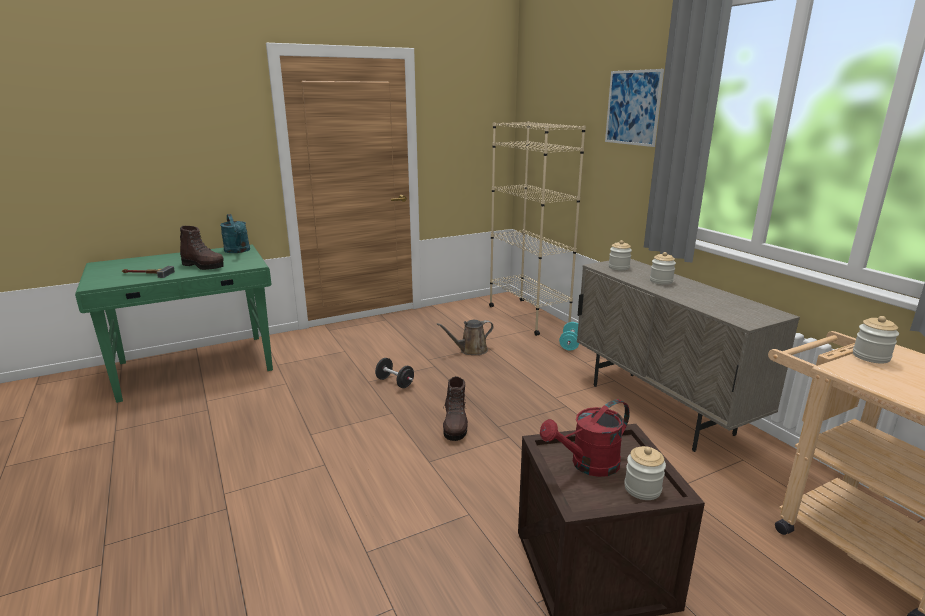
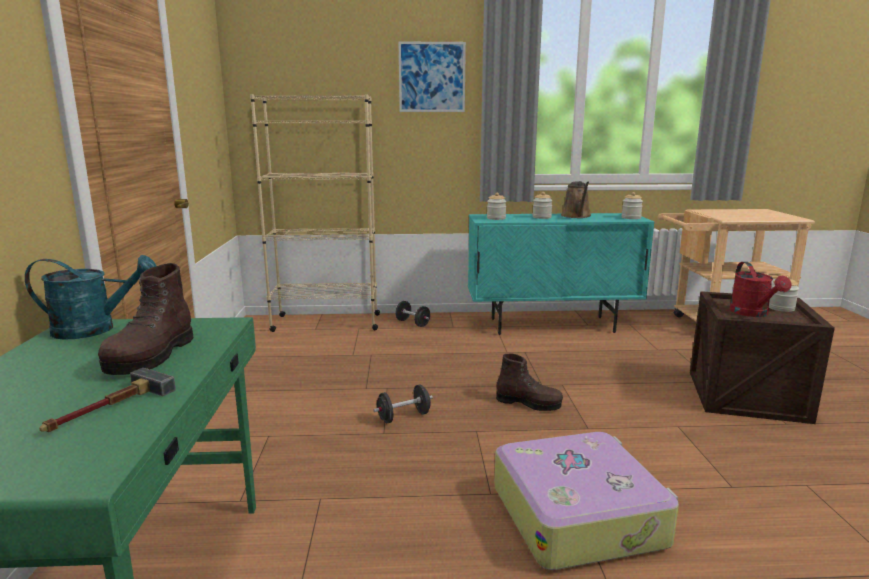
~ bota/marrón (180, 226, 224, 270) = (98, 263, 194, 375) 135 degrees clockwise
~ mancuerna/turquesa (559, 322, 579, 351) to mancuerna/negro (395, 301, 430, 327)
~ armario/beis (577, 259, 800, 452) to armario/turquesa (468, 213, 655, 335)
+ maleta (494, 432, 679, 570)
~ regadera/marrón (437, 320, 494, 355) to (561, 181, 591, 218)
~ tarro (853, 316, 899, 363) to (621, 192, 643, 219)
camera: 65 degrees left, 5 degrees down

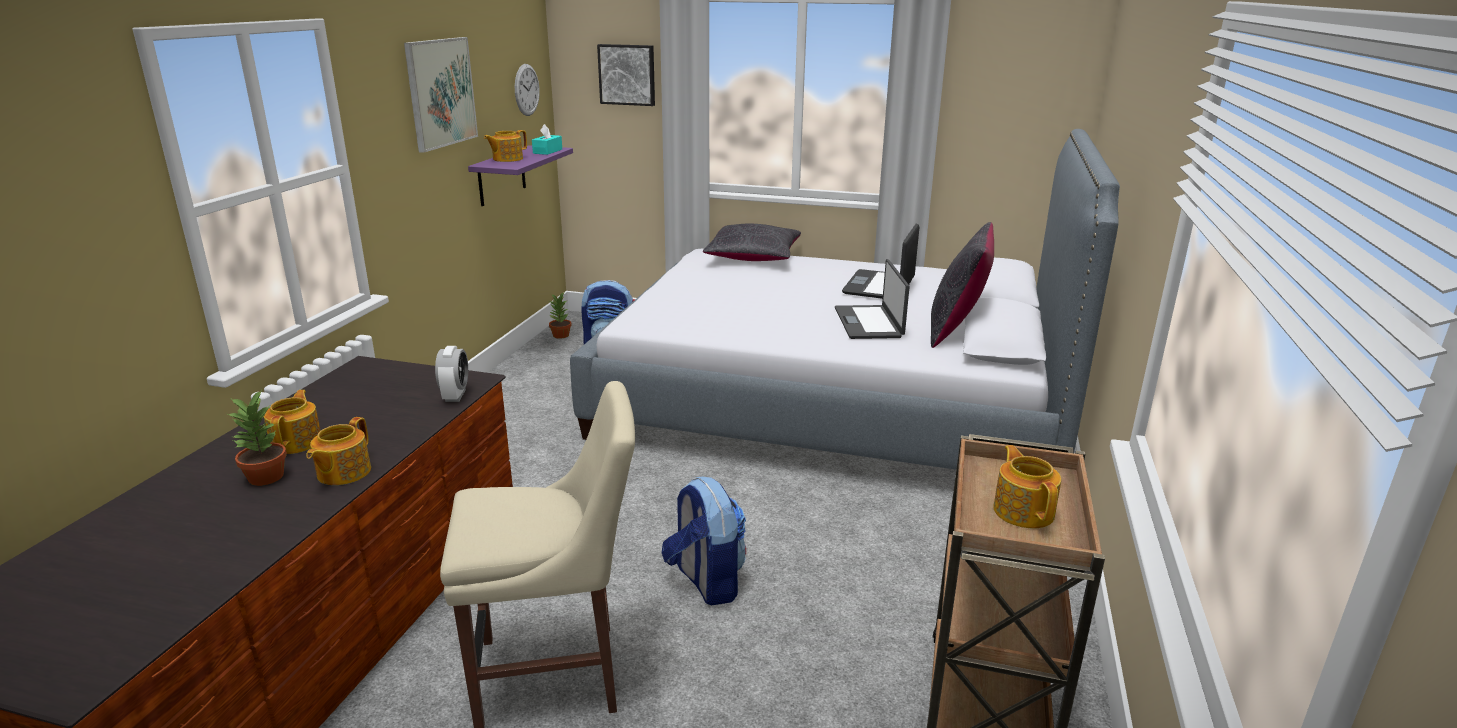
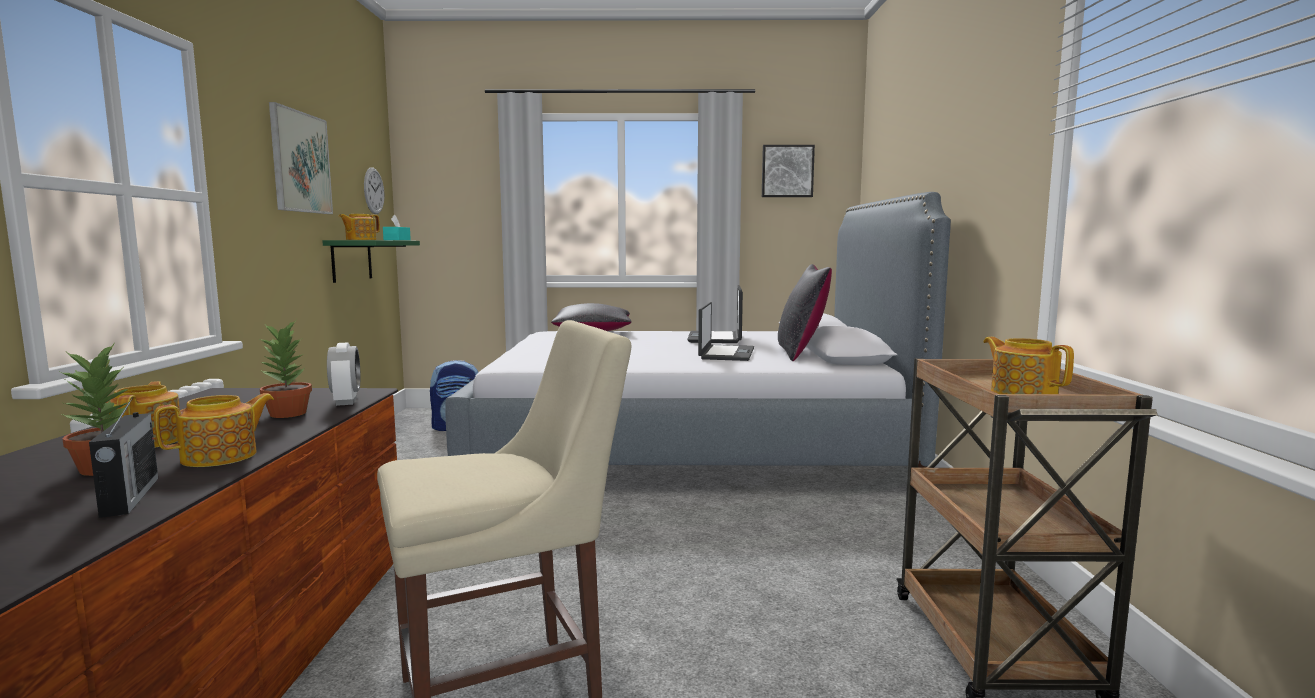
+ radio (89, 397, 158, 518)
~ tetera (306, 417, 371, 485) = (154, 393, 274, 467) 135 degrees counterclockwise
~ planta en maceta (549, 293, 572, 339) to (258, 320, 312, 418)
~ estante/morado (468, 145, 573, 206) to estante/verde (323, 240, 420, 283)
~ portátil (835, 259, 910, 339) = (698, 302, 754, 361) 150 degrees counterclockwise
~ cuadro (597, 44, 655, 106) to (762, 145, 815, 197)
- mochila (662, 477, 746, 605)
camera: 15 degrees left, 15 degrees down

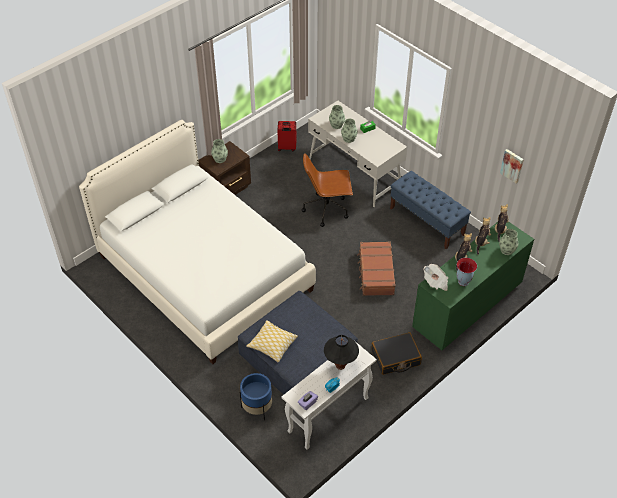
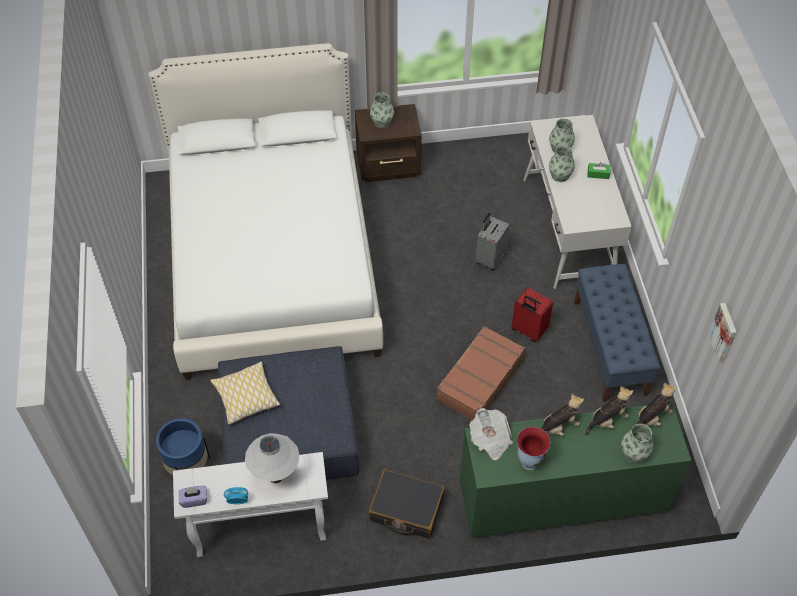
~ lámpara de mesa/negro (324, 335, 359, 370) to lámpara de mesa/blanco (245, 433, 299, 483)
~ silla de oficina/marrón (302, 153, 353, 227) to maleta/gris (476, 213, 510, 270)
~ maleta/rojo (277, 121, 297, 152) to (511, 287, 553, 342)
camera: 35 degrees right, 5 degrees up

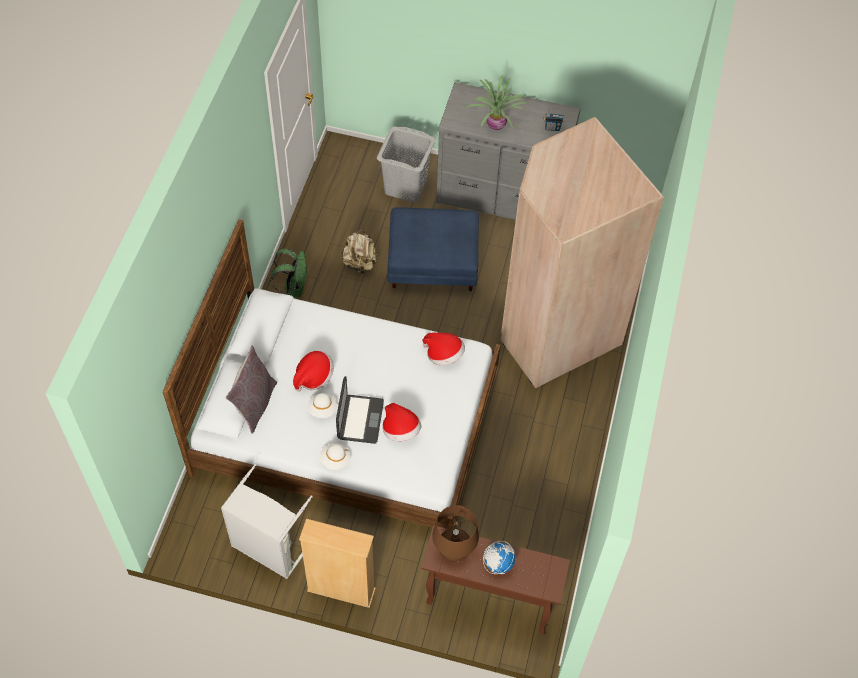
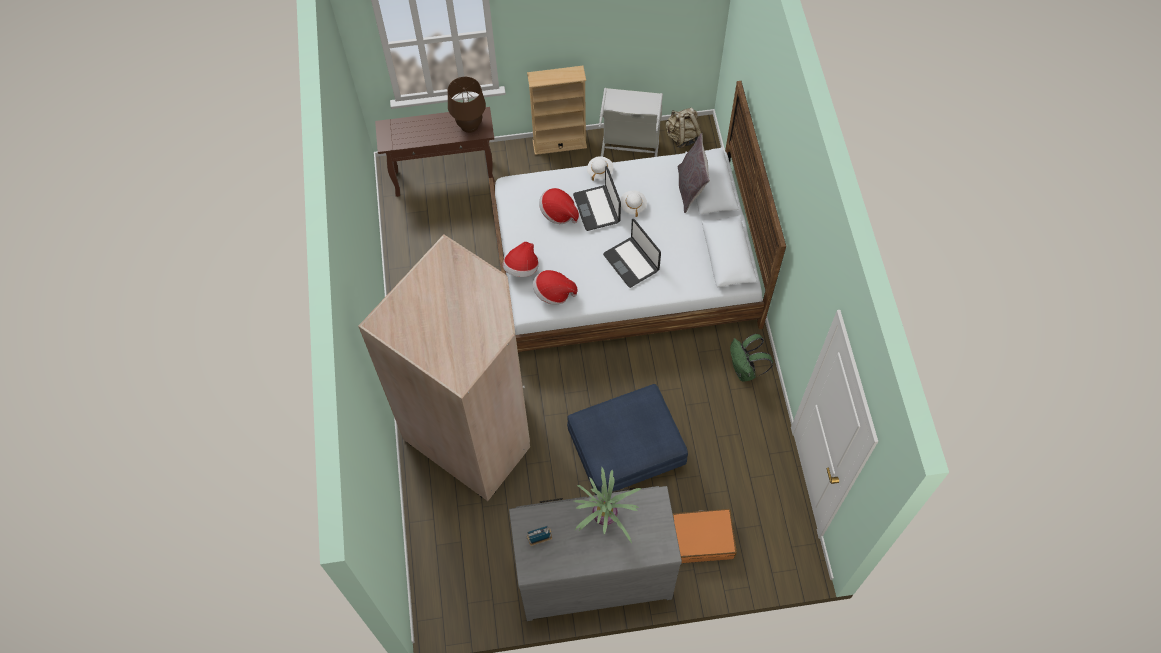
~ sombrero (293, 351, 334, 392) to (503, 242, 539, 277)
+ portátil (603, 219, 661, 288)
~ mochila/beis (342, 230, 378, 274) to (665, 107, 703, 148)
~ cesto de la ropa/gris (377, 127, 435, 202) to maleta/naranja (673, 509, 737, 563)
- globo terráqueo (483, 541, 515, 574)
camera: 160 degrees right, 5 degrees up

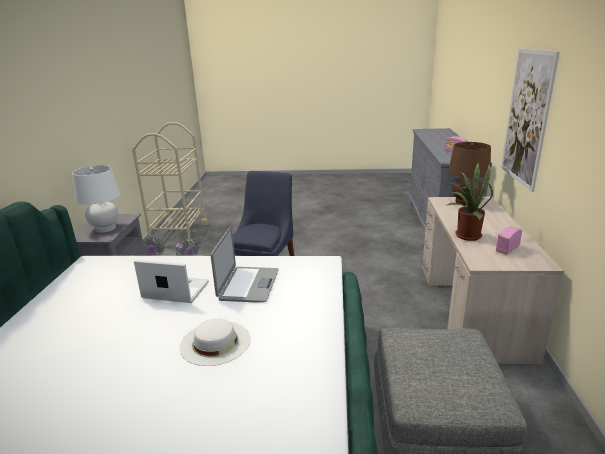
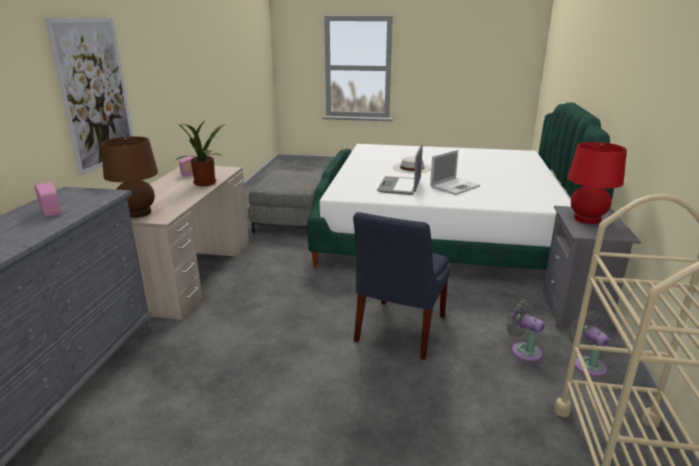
~ portátil (134, 260, 209, 303) = (430, 150, 480, 195) 60 degrees counterclockwise
~ lámpara de mesa/blanco (72, 165, 120, 233) to lámpara de mesa/rojo (568, 142, 627, 224)
camera: 175 degrees left, 0 degrees up

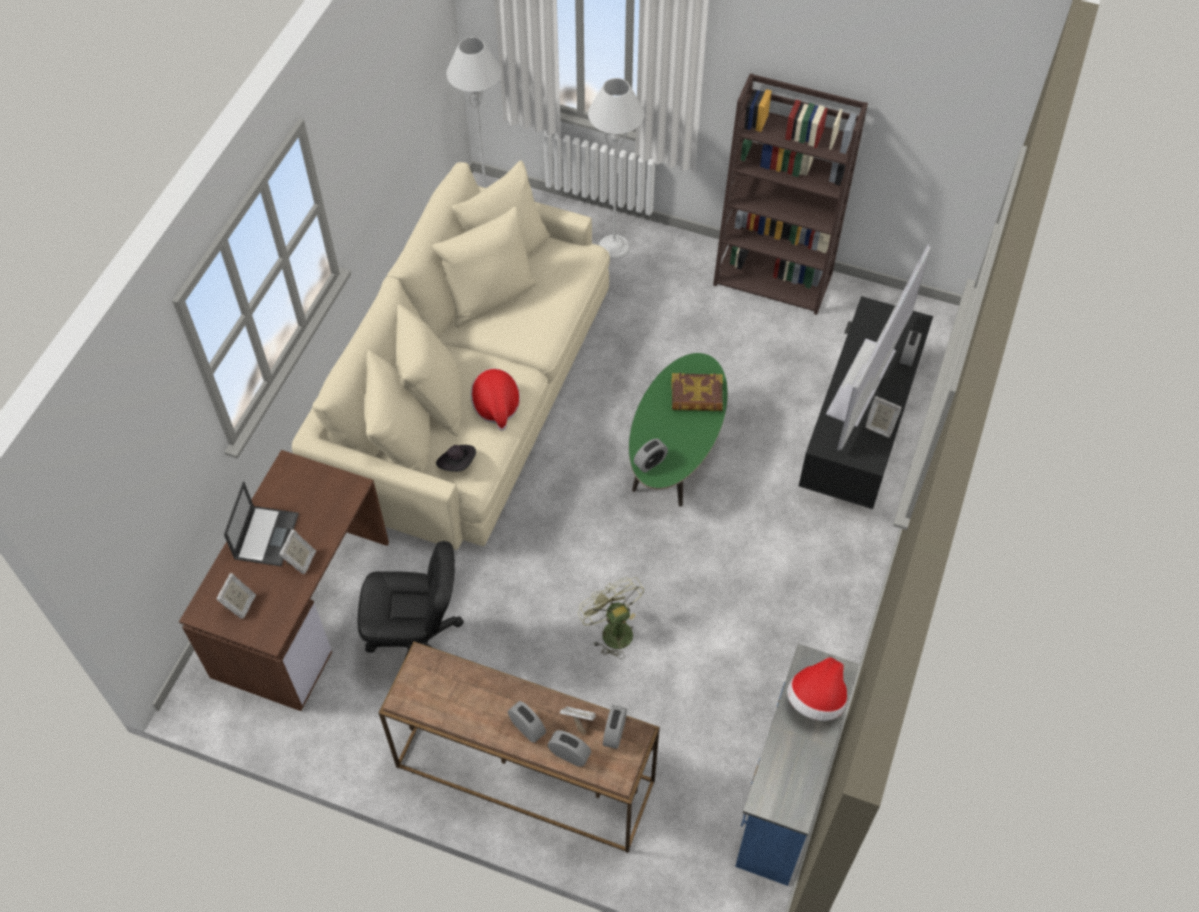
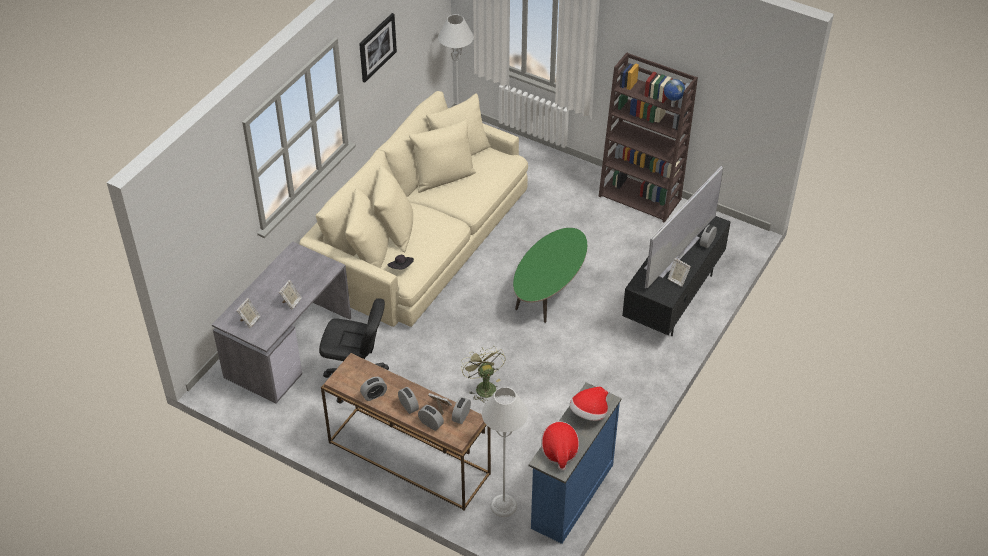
~ escritorio/marrón (179, 450, 389, 711) to escritorio/gris (212, 241, 351, 404)
+ cuadro (359, 13, 397, 83)
~ despertador (634, 439, 668, 473) to (360, 377, 387, 401)
~ lámpara de pie/gris (588, 78, 644, 259) to (482, 387, 528, 517)
~ sombrero (470, 368, 520, 431) to (541, 422, 579, 471)
+ globo terráqueo (664, 79, 685, 107)
- portátil (224, 481, 299, 566)
- libro (672, 373, 723, 411)
camera: 10 degrees right, 10 degrees down

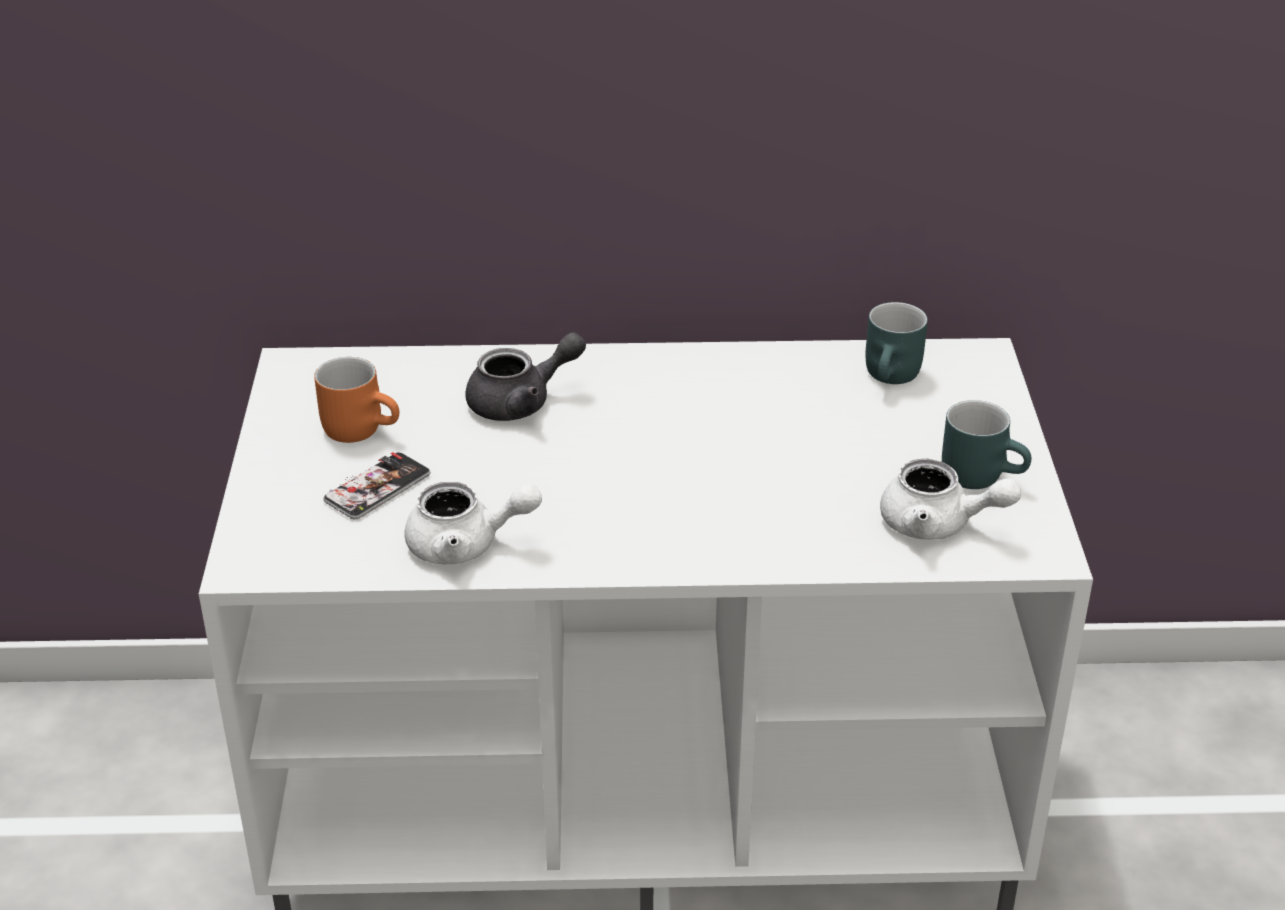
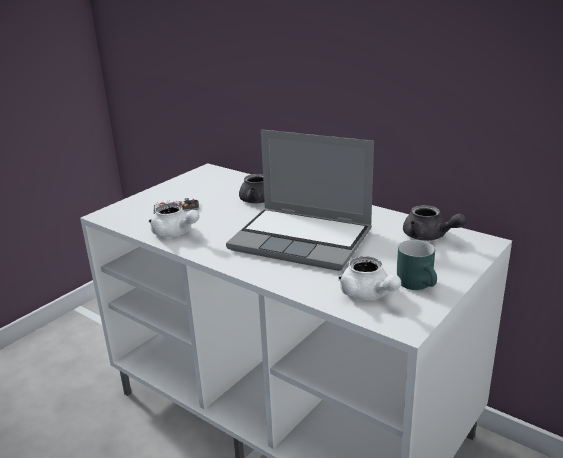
+ portátil (226, 129, 374, 271)
~ taza grande/turquesa (865, 302, 928, 384) to tetera/gris (403, 205, 466, 241)
- taza grande/naranja (314, 357, 399, 443)
camera: 40 degrees right, 10 degrees down

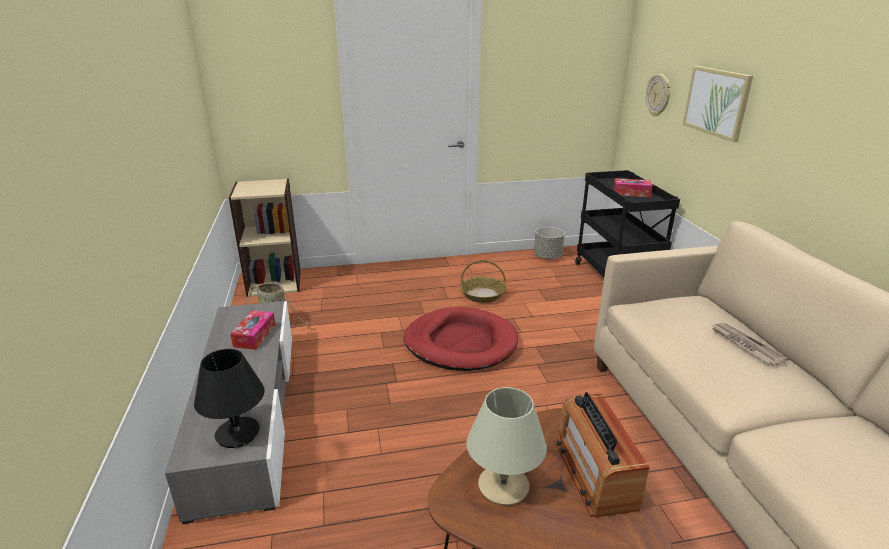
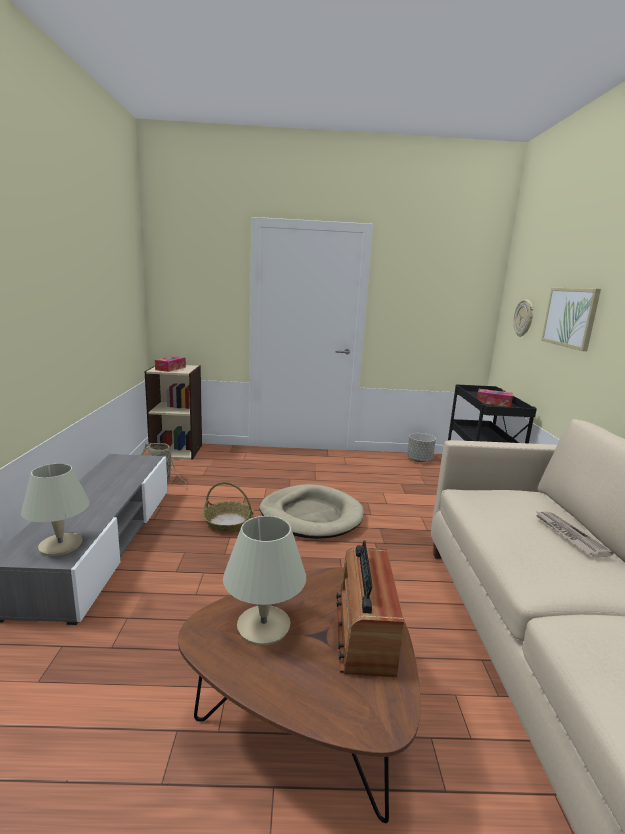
~ lámpara de mesa/negro (194, 349, 264, 448) to lámpara de mesa/beis (21, 463, 90, 556)
~ caja de pañuelos (230, 311, 275, 350) to (155, 356, 186, 372)
~ cesta (460, 260, 506, 303) to (202, 482, 254, 532)
~ cama para perro/rojo (404, 307, 518, 371) to cama para perro/beis (259, 484, 364, 539)
camera: 10 degrees right, 10 degrees down

